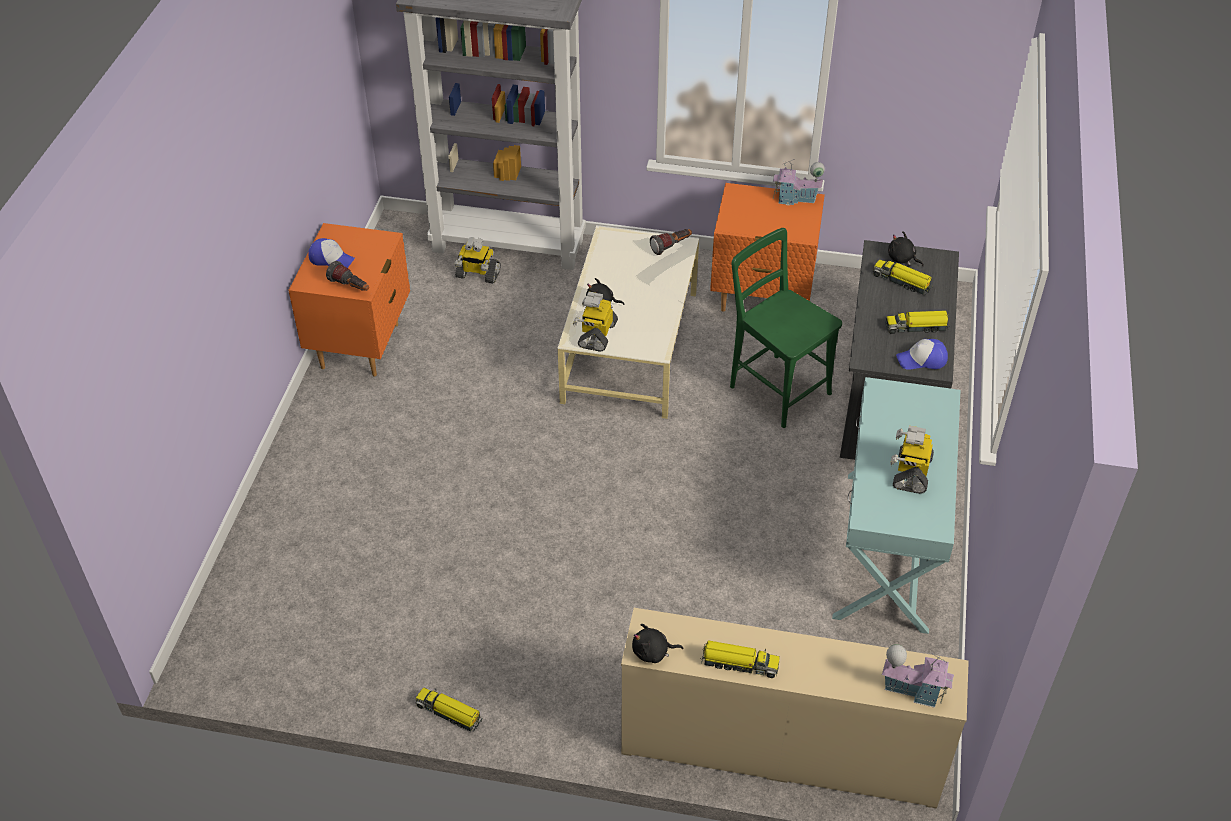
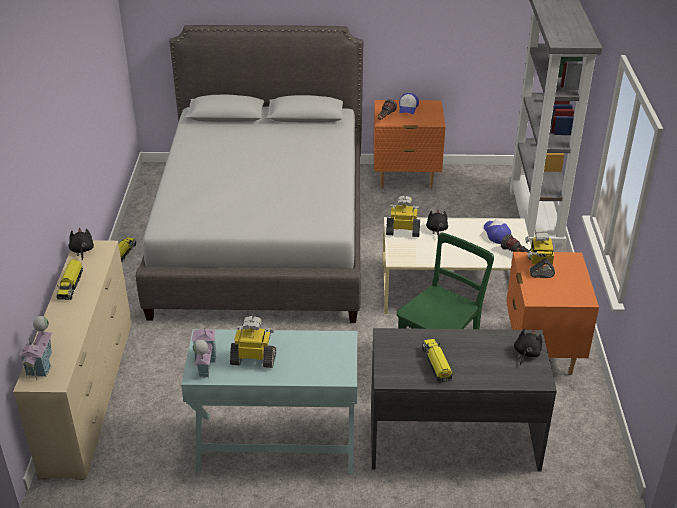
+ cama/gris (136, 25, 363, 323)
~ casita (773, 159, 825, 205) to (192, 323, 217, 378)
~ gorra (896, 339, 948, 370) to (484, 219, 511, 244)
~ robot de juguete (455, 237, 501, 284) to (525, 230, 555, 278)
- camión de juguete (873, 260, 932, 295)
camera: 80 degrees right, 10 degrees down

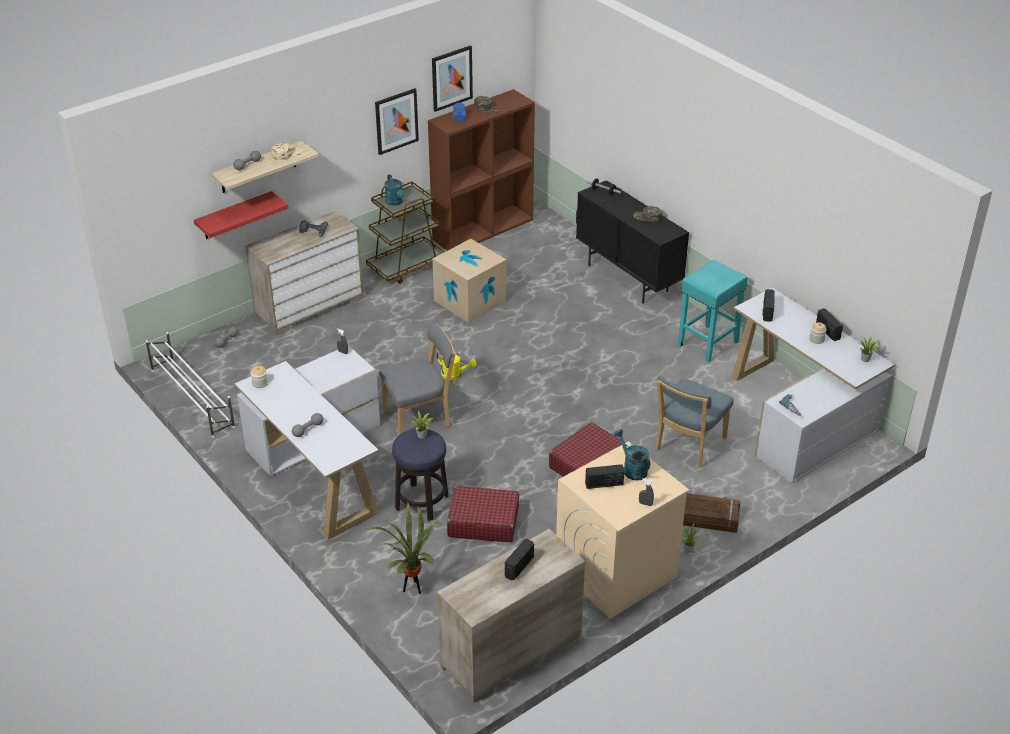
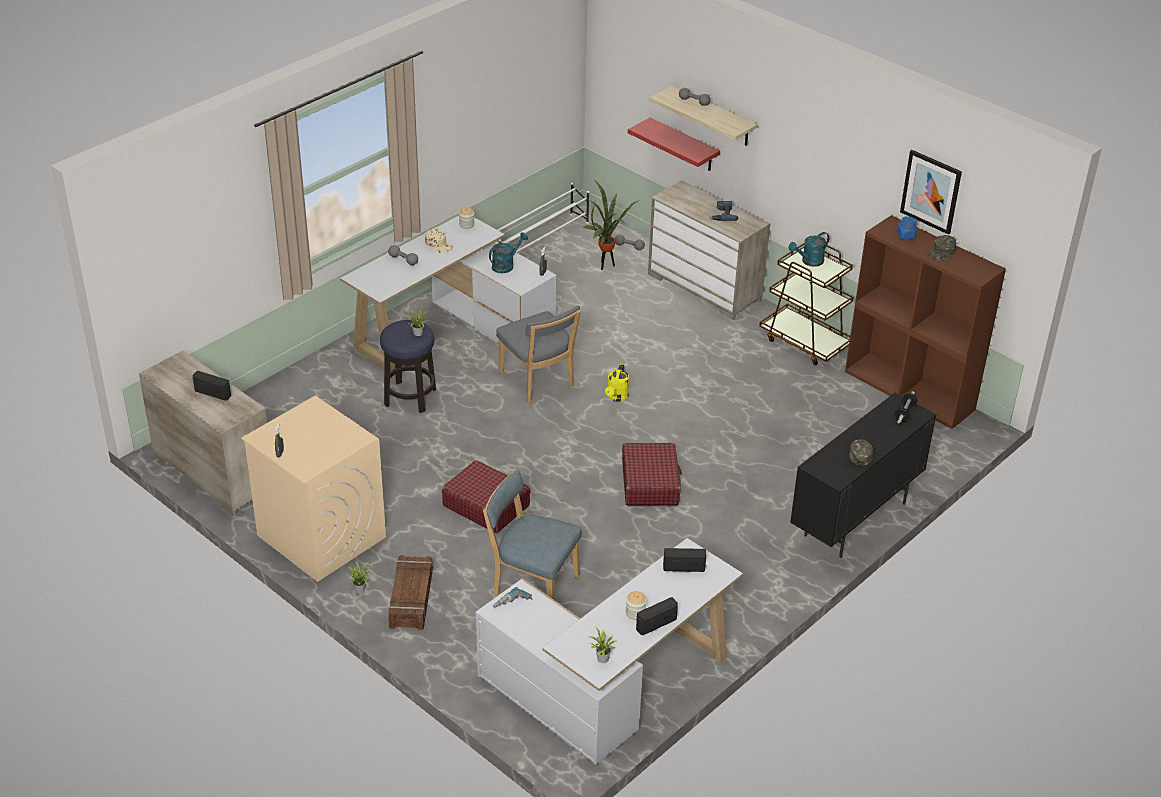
~ gorra/beis (271, 143, 302, 160) to (425, 228, 453, 253)
~ regadera/turquesa (614, 429, 650, 481) to (489, 232, 528, 273)
~ planta en maceta (365, 502, 444, 594) to (583, 180, 638, 270)
~ maleta/rojo (447, 486, 519, 542) to (622, 443, 682, 506)
- cuadro (375, 88, 419, 155)
- caja de cartón (432, 239, 506, 323)
- radio (585, 464, 624, 489)
- taburete/turquesa (678, 260, 748, 363)
camera: 80 degrees right, 0 degrees up

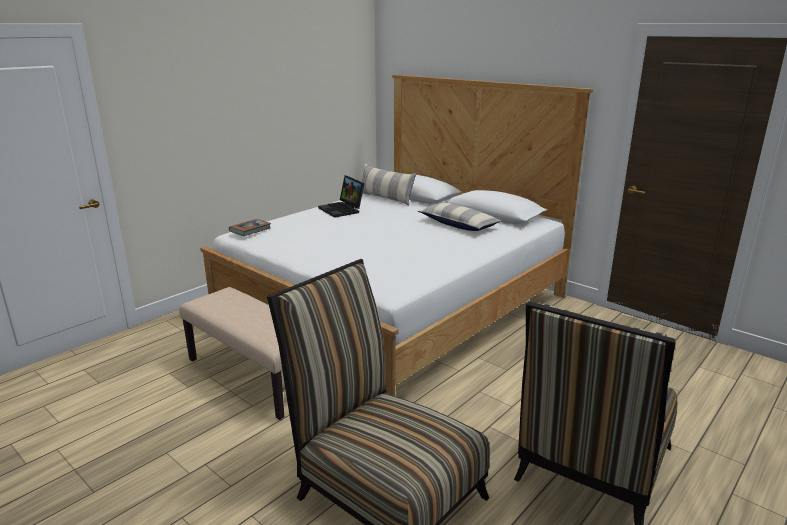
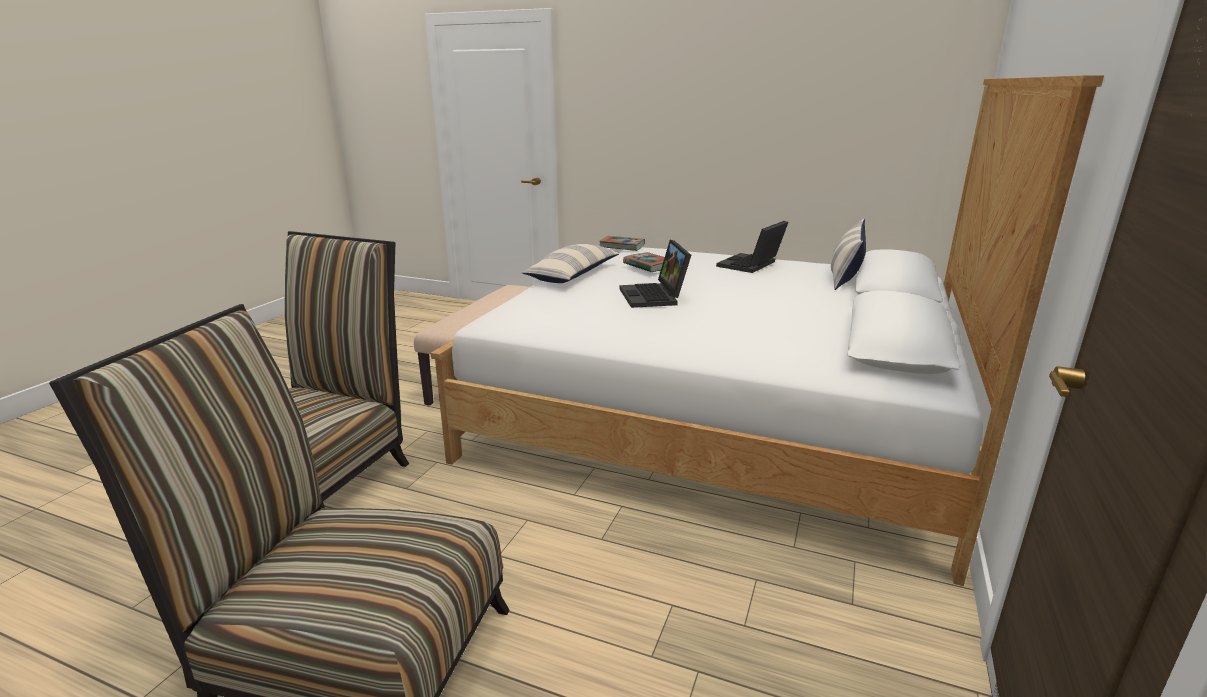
~ cojín (418, 203, 501, 231) to (521, 244, 619, 283)
+ portátil (620, 240, 691, 308)
+ libro (623, 252, 665, 272)
camera: 70 degrees right, 0 degrees up

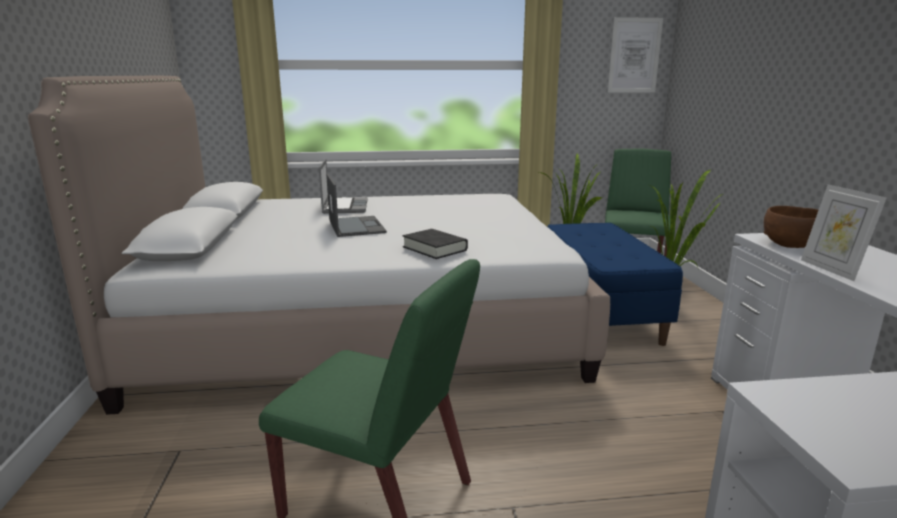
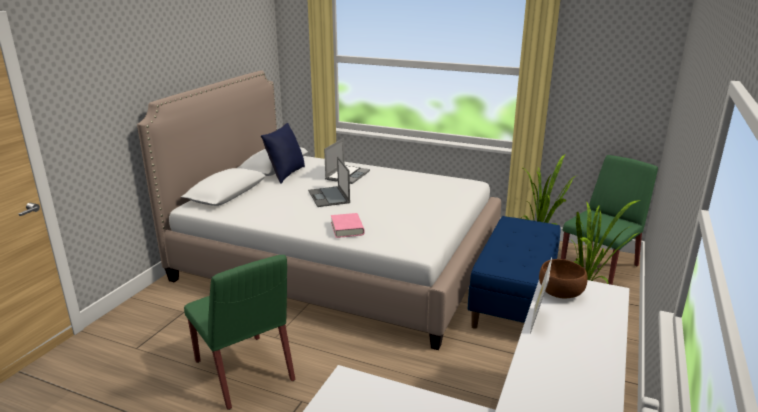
+ cojín/azul (261, 123, 305, 184)
~ portátil (326, 174, 387, 237) = (308, 157, 350, 207) 150 degrees clockwise
~ libro/negro (403, 229, 468, 259) to libro/rosa (331, 213, 364, 238)
- cuadro (607, 17, 663, 93)
camera: 30 degrees right, 5 degrees up

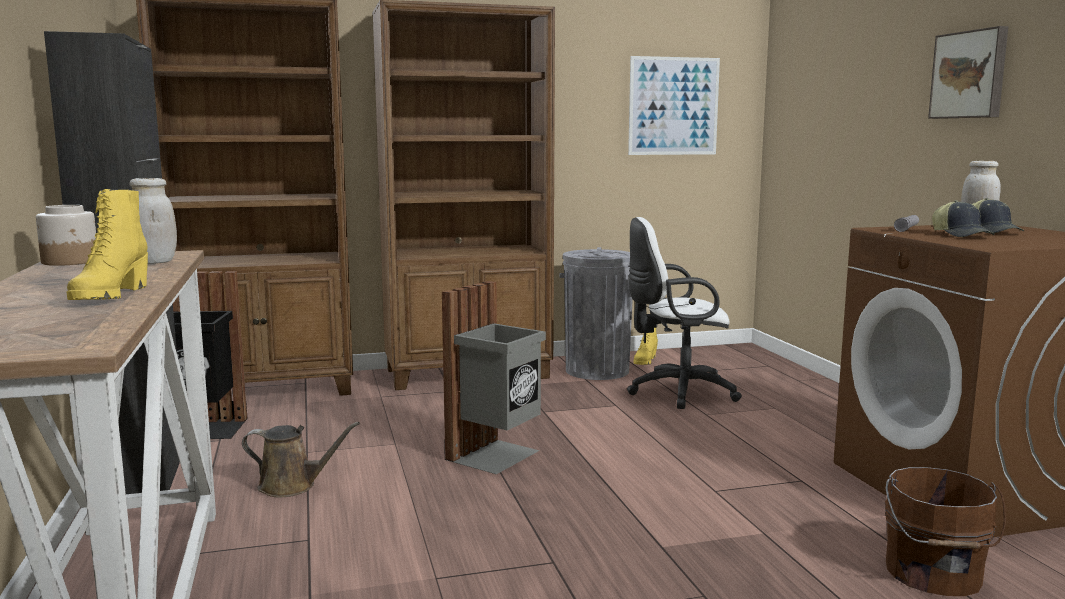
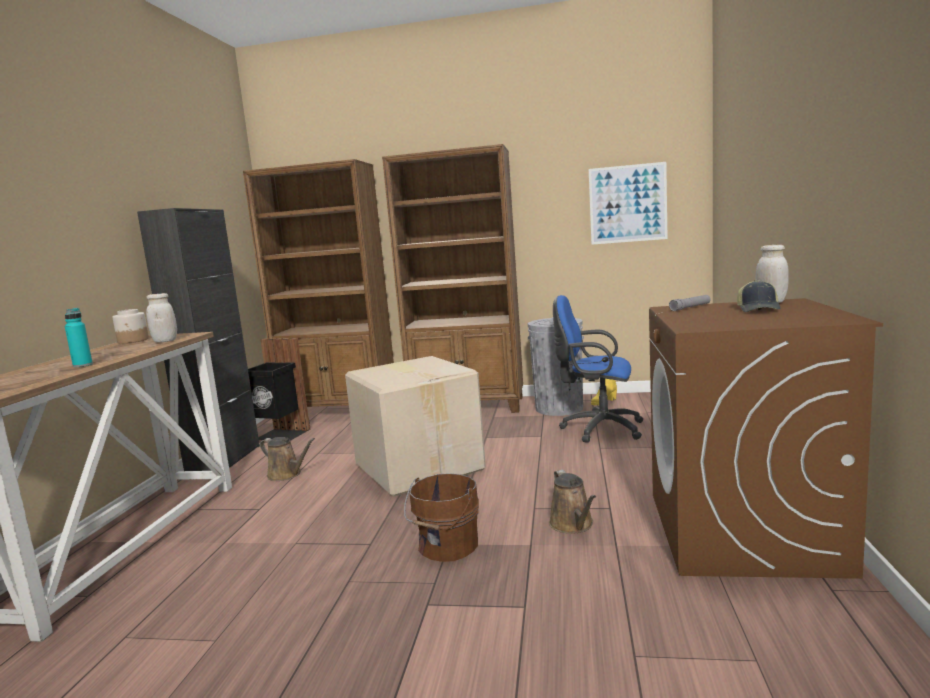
~ bota/amarillo (67, 189, 148, 300) to botella/turquesa (65, 308, 93, 367)
~ papelera/gris (442, 281, 546, 474) to caja de cartón (345, 356, 486, 496)
~ cubo/marrón (885, 467, 1006, 596) to (404, 473, 479, 562)
+ regadera/marrón (549, 470, 596, 534)
~ silla de oficina/blanco (627, 217, 742, 409) to silla de oficina/azul (553, 295, 644, 443)
- cuadro (928, 26, 1008, 119)
- gorra (932, 200, 995, 237)
camera: 25 degrees right, 0 degrees up

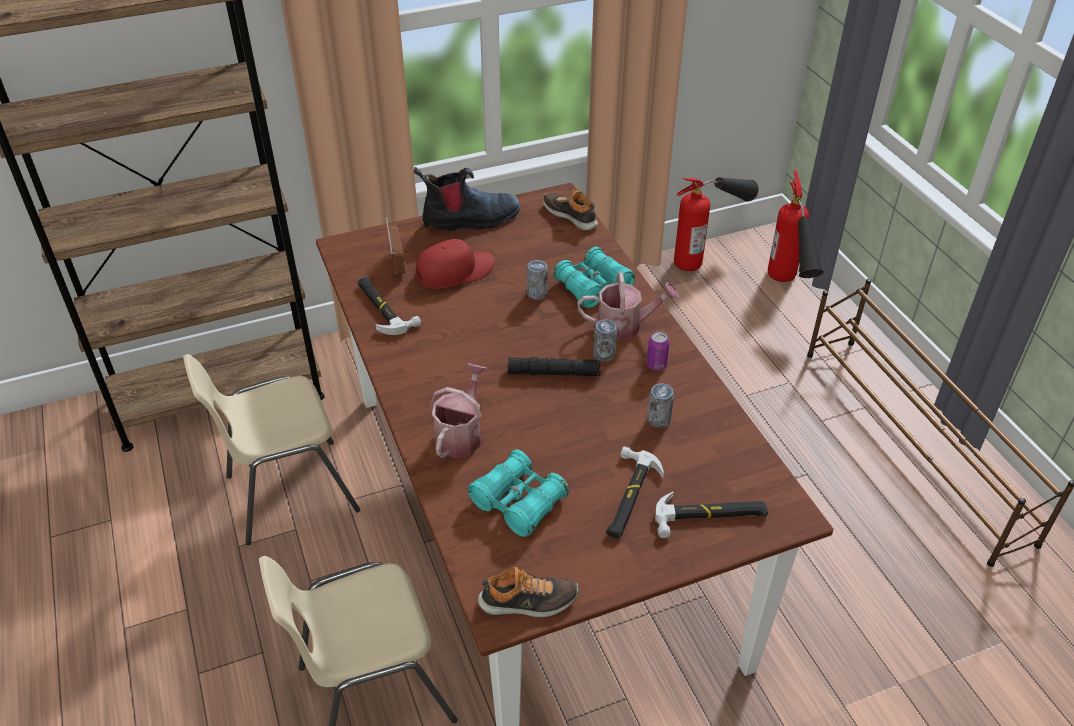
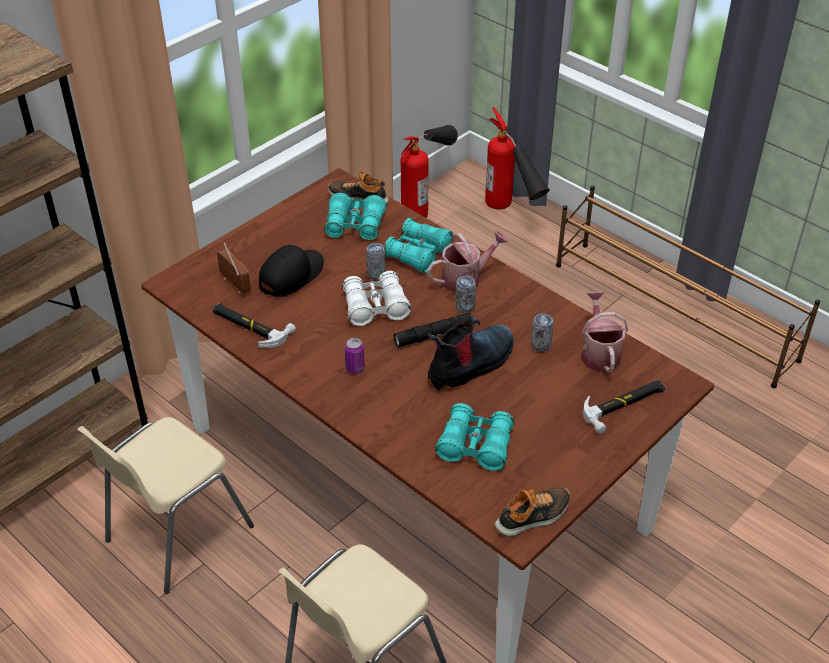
~ gorra/rojo (414, 239, 495, 289) to gorra/negro (259, 245, 324, 297)
+ prismáticos/turquesa (324, 193, 386, 240)
+ prismáticos/blanco (342, 271, 411, 326)
~ lata (647, 331, 670, 371) to (345, 338, 365, 374)
~ bota (414, 167, 520, 231) to (428, 316, 514, 390)
~ regadera (430, 363, 488, 458) to (581, 292, 628, 372)
- martillo (606, 446, 664, 538)
camera: 25 degrees left, 0 degrees up

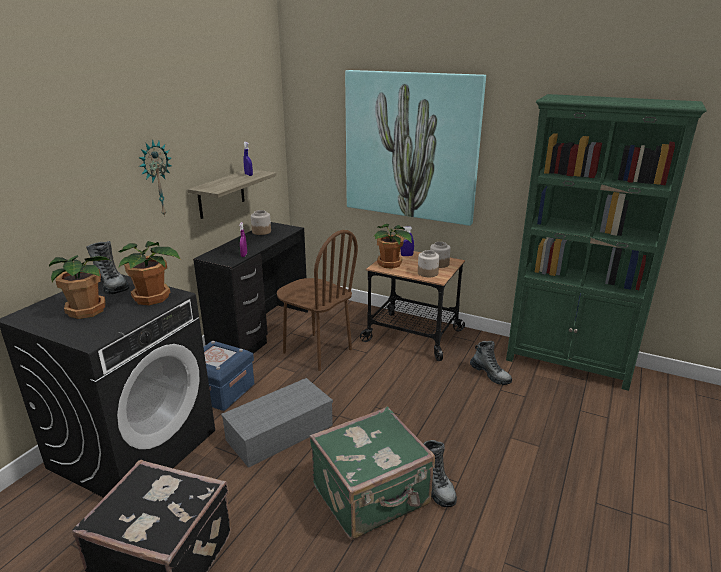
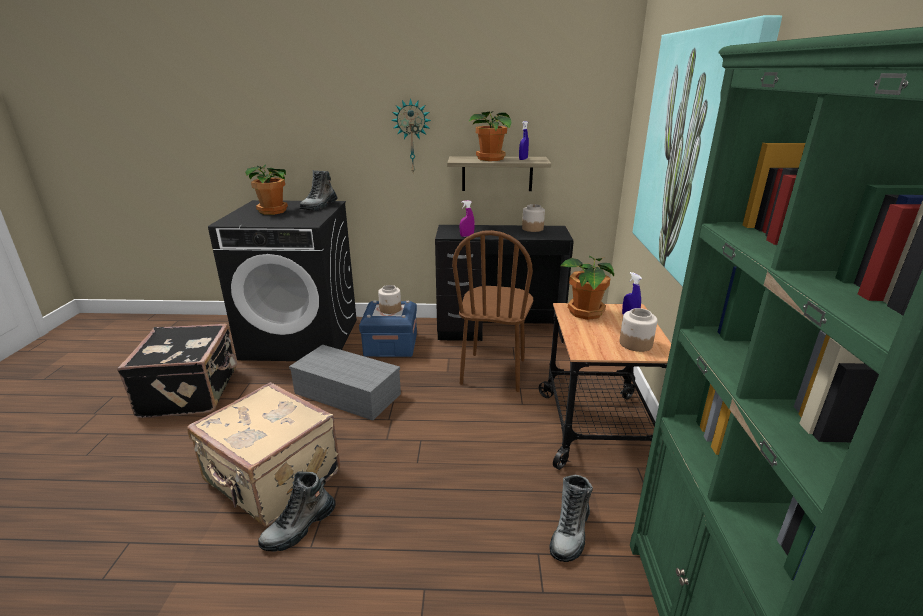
~ maleta/verde (310, 407, 435, 540) to maleta/beis (187, 382, 340, 526)
~ tarro (418, 250, 439, 277) to (378, 285, 401, 314)
~ planta en maceta (118, 241, 180, 305) to (469, 111, 512, 161)
camera: 65 degrees right, 0 degrees up

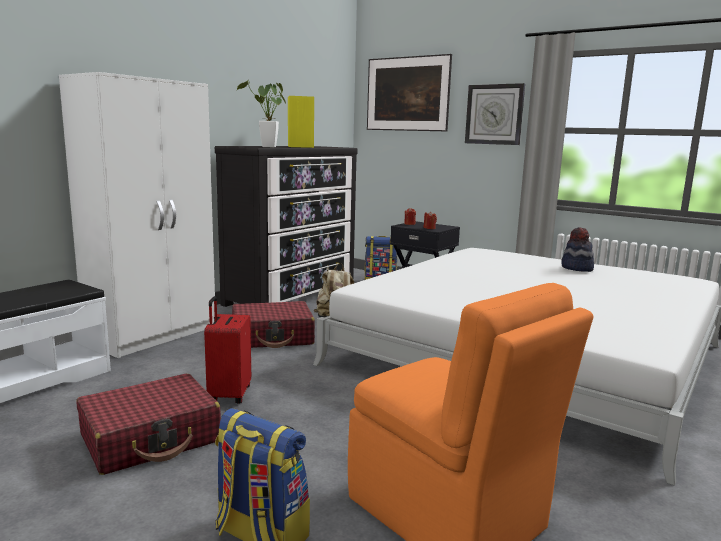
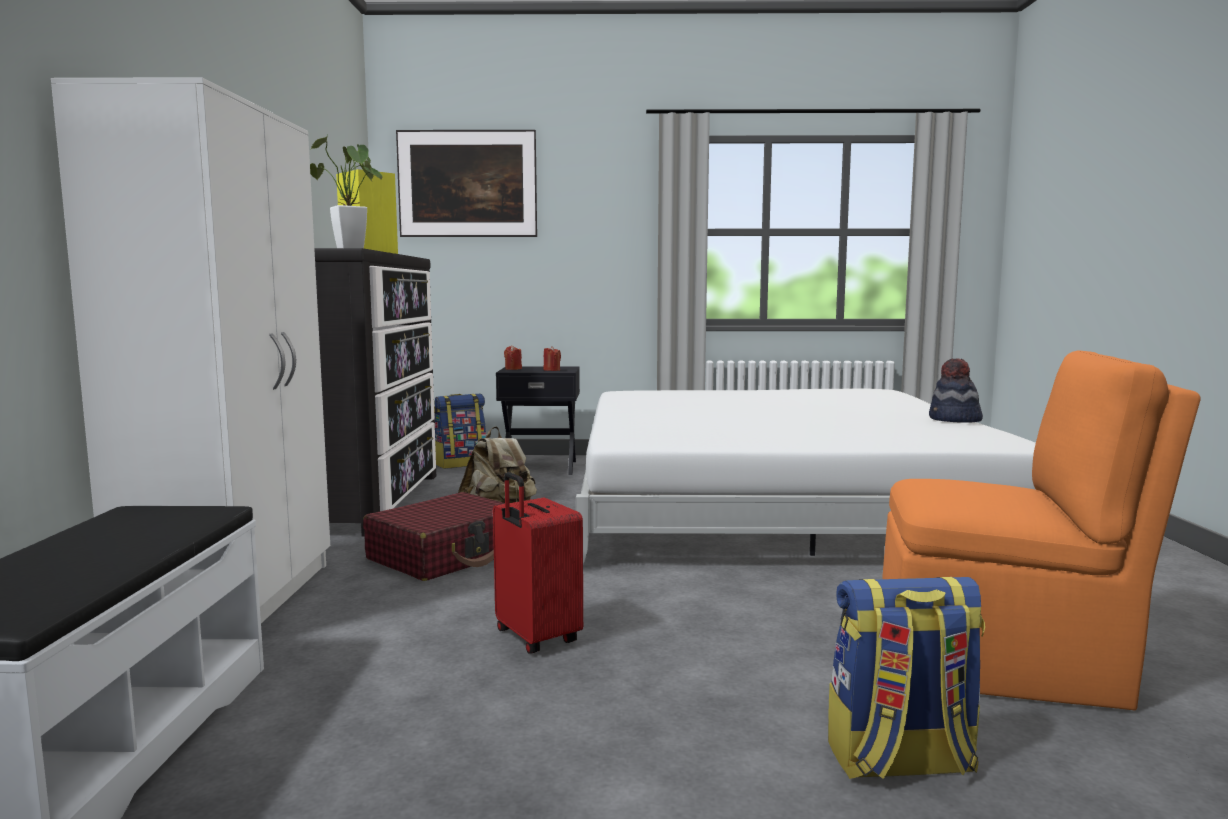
~ sombrero (561, 227, 594, 272) to (929, 359, 983, 423)
- maleta/rojo (76, 374, 221, 475)
- reloj de pared (465, 83, 525, 145)
camera: 35 degrees left, 5 degrees down

